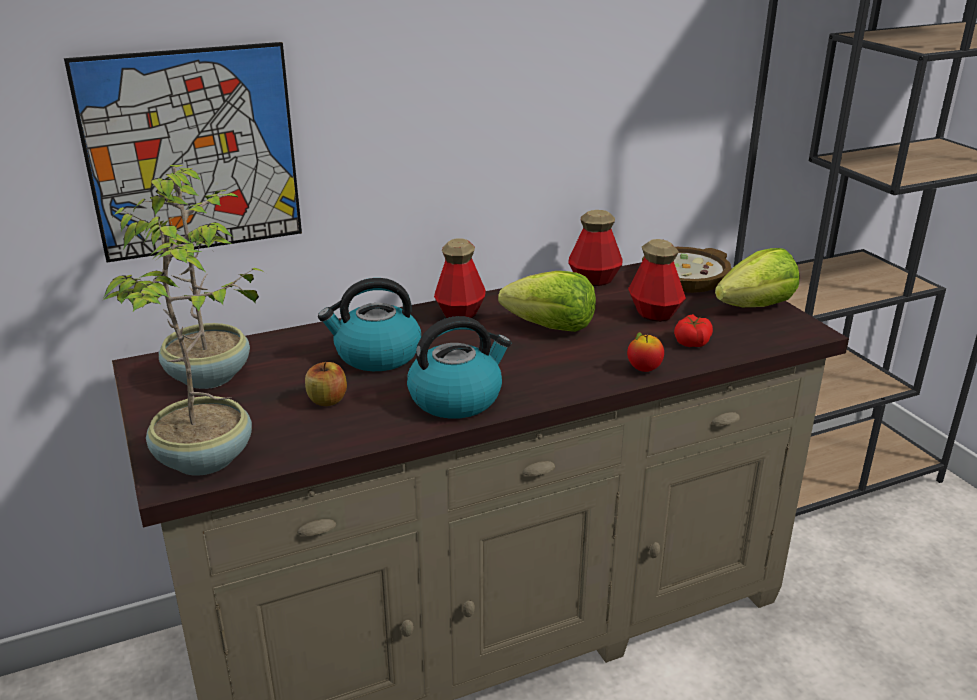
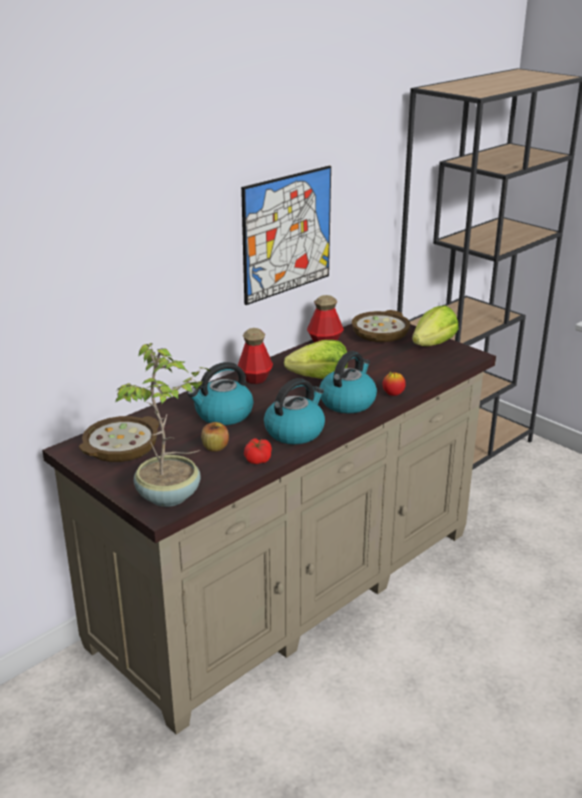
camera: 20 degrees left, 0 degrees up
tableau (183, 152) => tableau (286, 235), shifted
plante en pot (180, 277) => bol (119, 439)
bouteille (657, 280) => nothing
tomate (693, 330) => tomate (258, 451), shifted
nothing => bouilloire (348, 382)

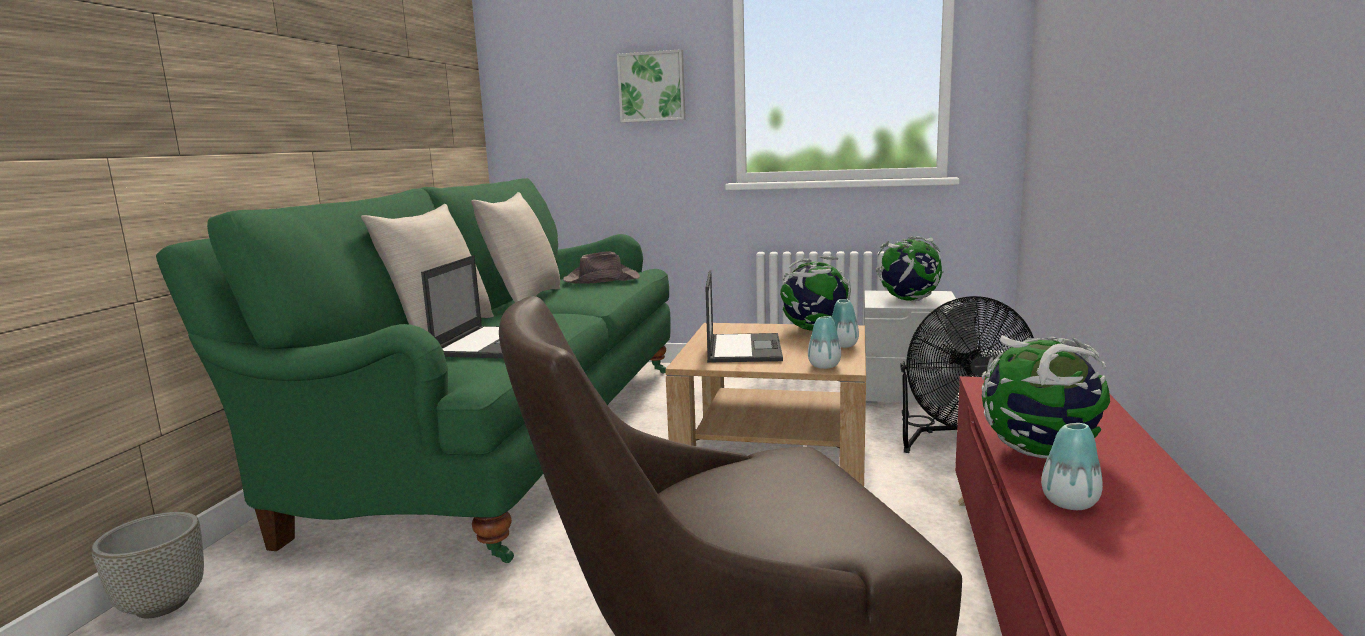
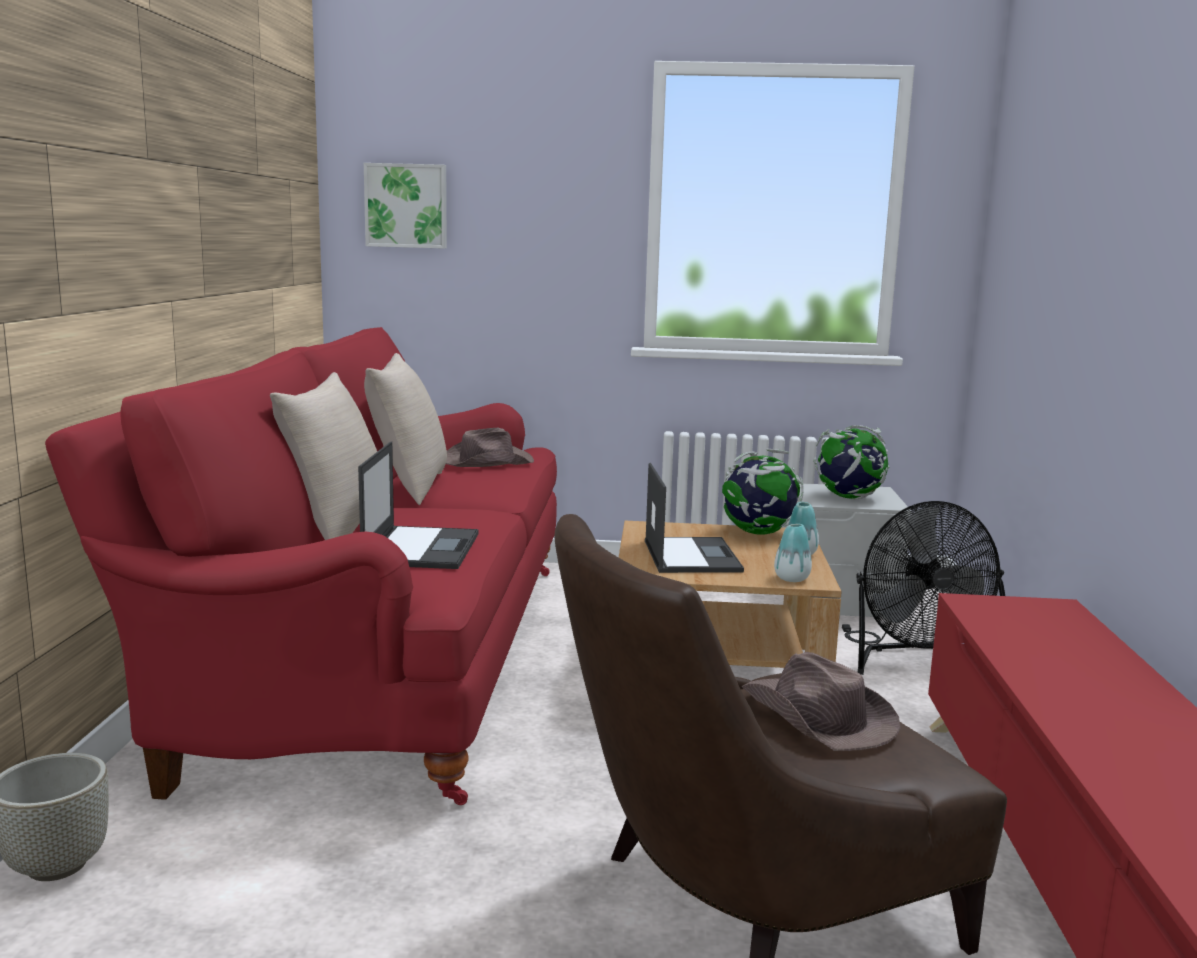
camera: 10 degrees left, 0 degrees up
tableau (651, 86) => tableau (405, 206), shifted
canapé (vert) (413, 370) => canapé (rouge) (301, 566)
globe (1046, 396) => nothing
vase (1072, 466) => nothing
nothing => chapeau (marron) (821, 701)

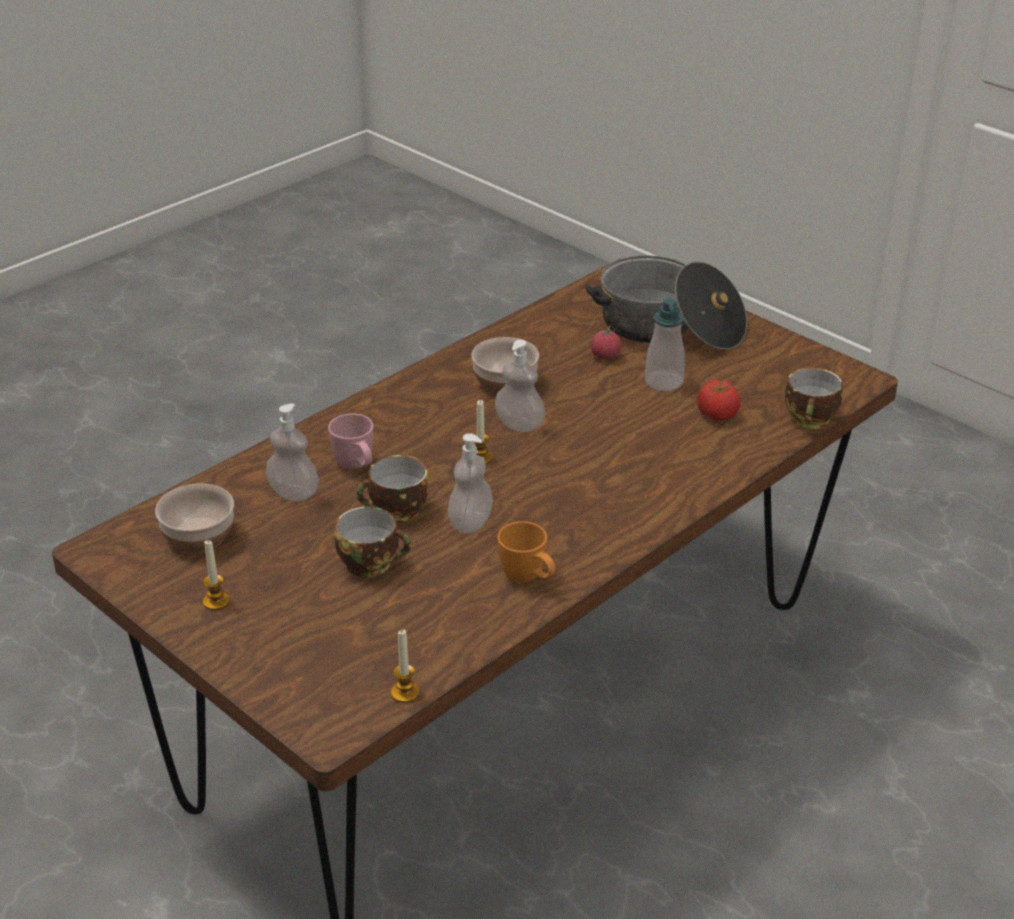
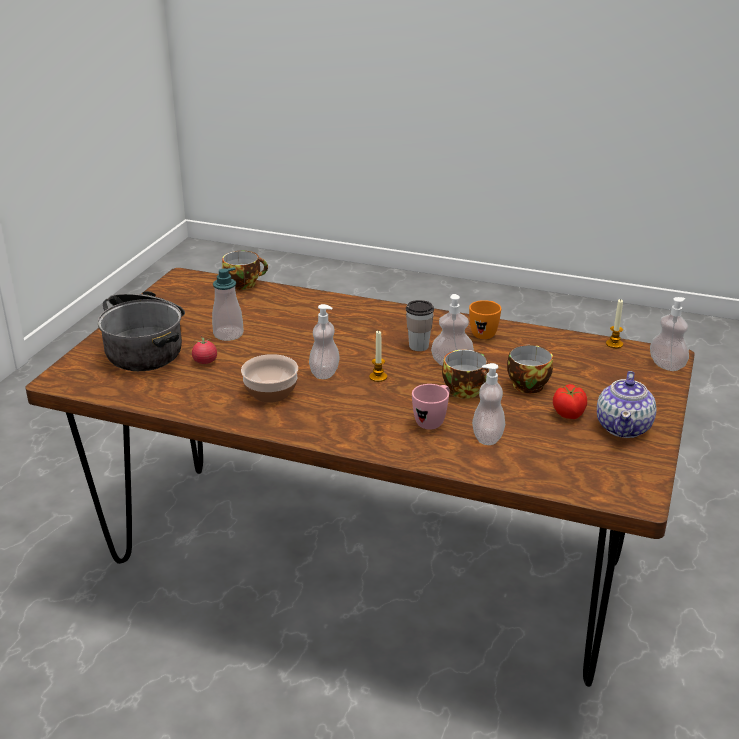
camera: 115 degrees left, 5 degrees down
tomate (719, 400) => tomate (570, 401), shifted
bol (194, 518) => nothing
bougie (216, 575) => théière (627, 404)
nothing => distributeur de savon (669, 334)
nothing => tasse (420, 325)

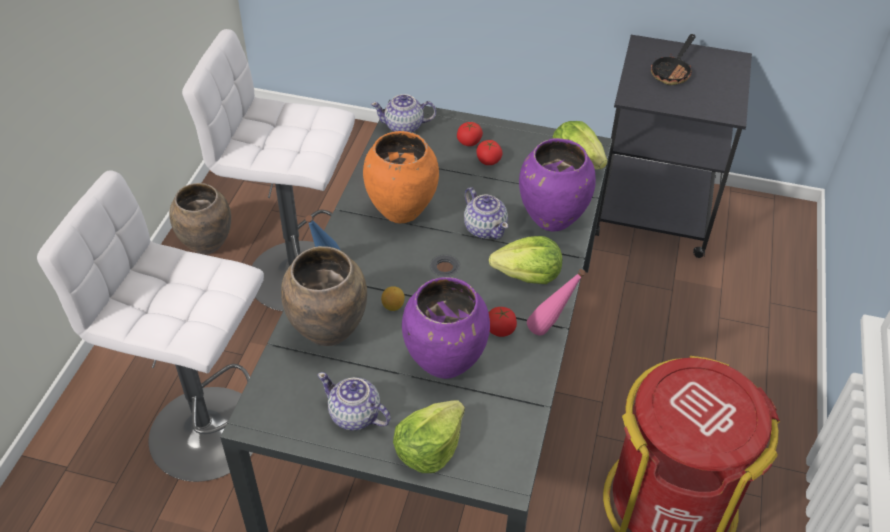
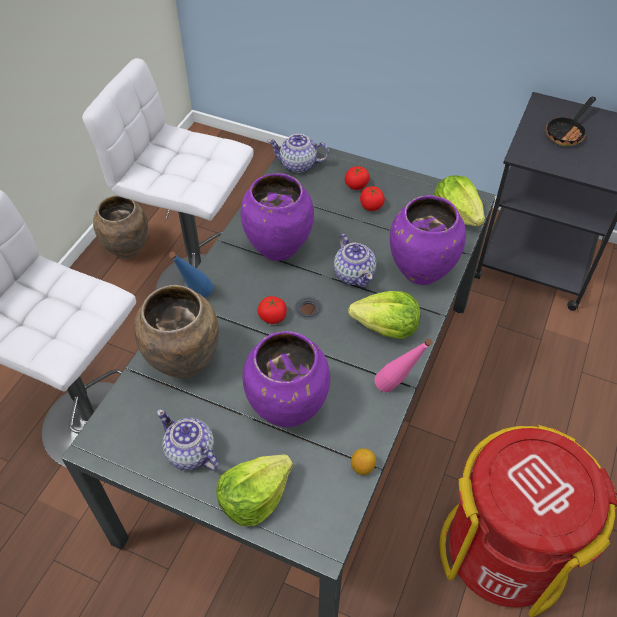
camera: 10 degrees right, 5 degrees up
vase (orange) (401, 177) => vase (violet) (277, 217)
citron (393, 298) => citron (363, 461), shifted
tomate (503, 322) => tomate (272, 310), shifted

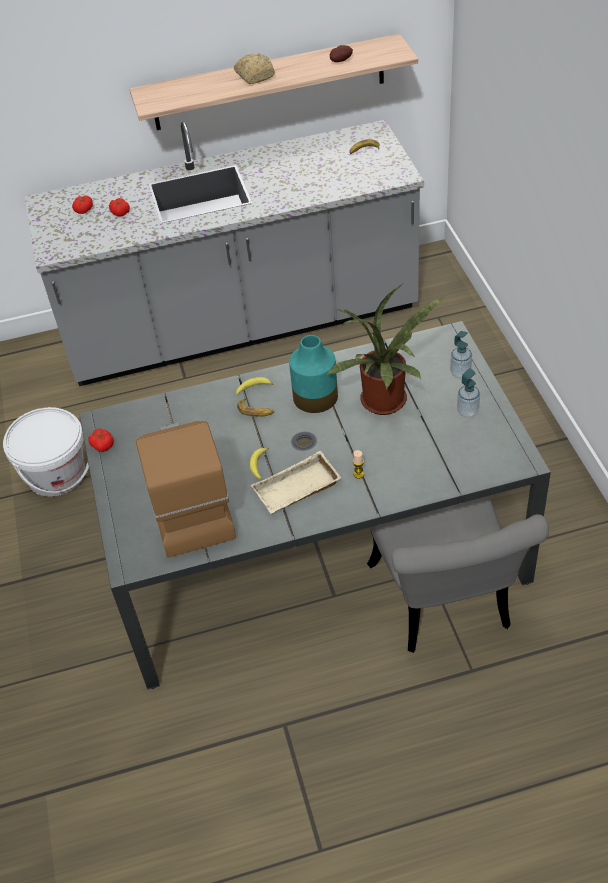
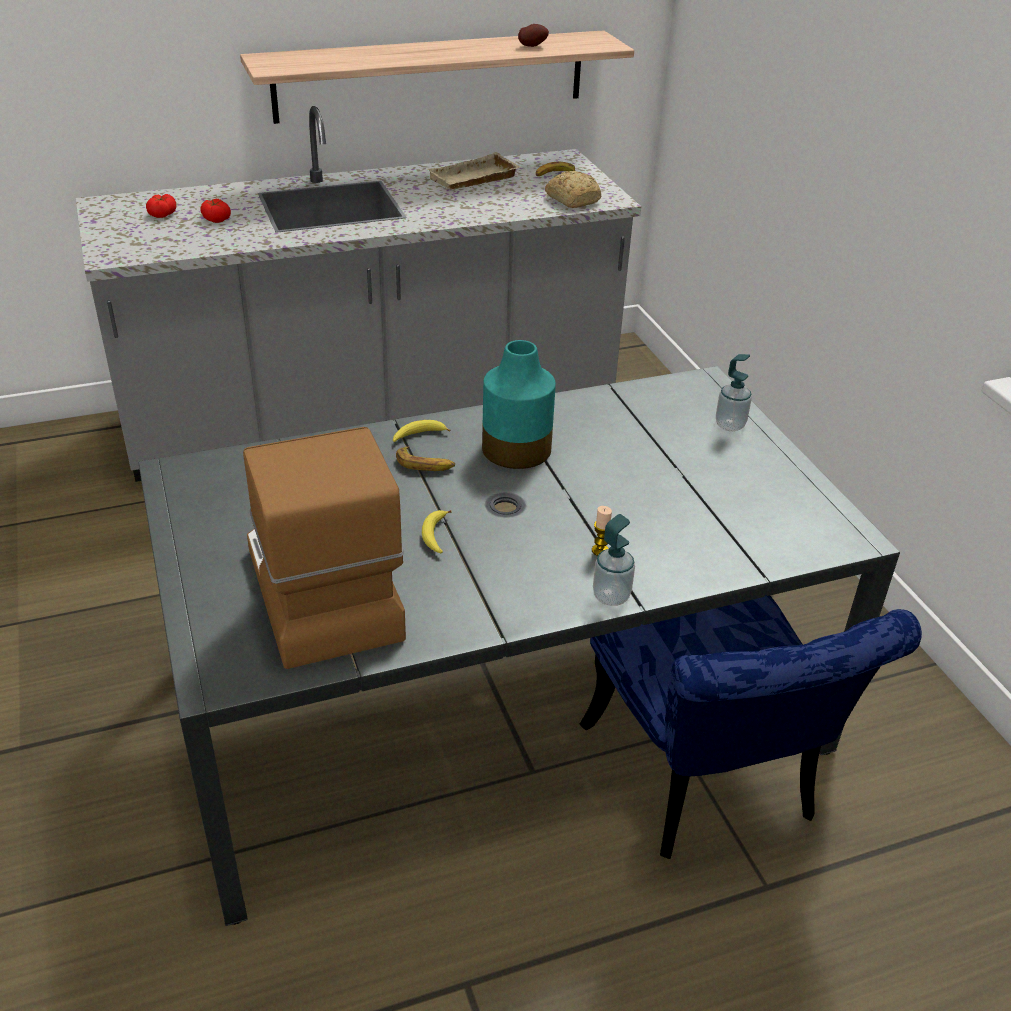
camera: 10 degrees left, 10 degrees down
pain (254, 68) => pain (573, 189), shifted
plante en pot (385, 349) => nothing
distributeur de savon (468, 392) => distributeur de savon (614, 560), shifted
seau (blanc) (46, 452) => nothing
tomate (101, 440) => nothing
plateau (beige) (296, 482) => plateau (beige) (474, 171), shifted
chaise (gris) (458, 567) => chaise (bleu) (751, 727)

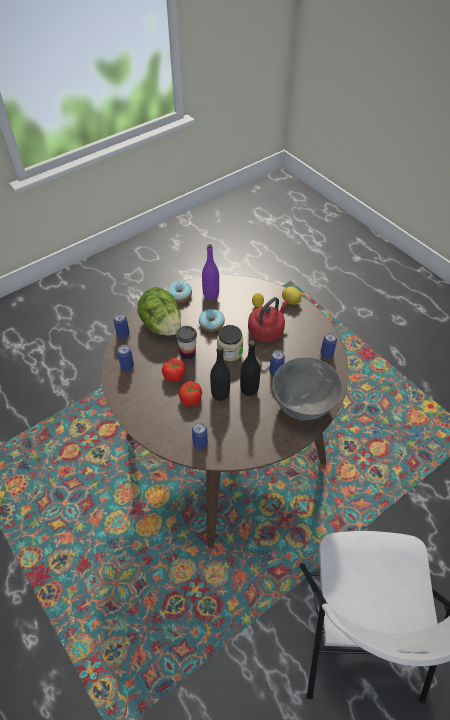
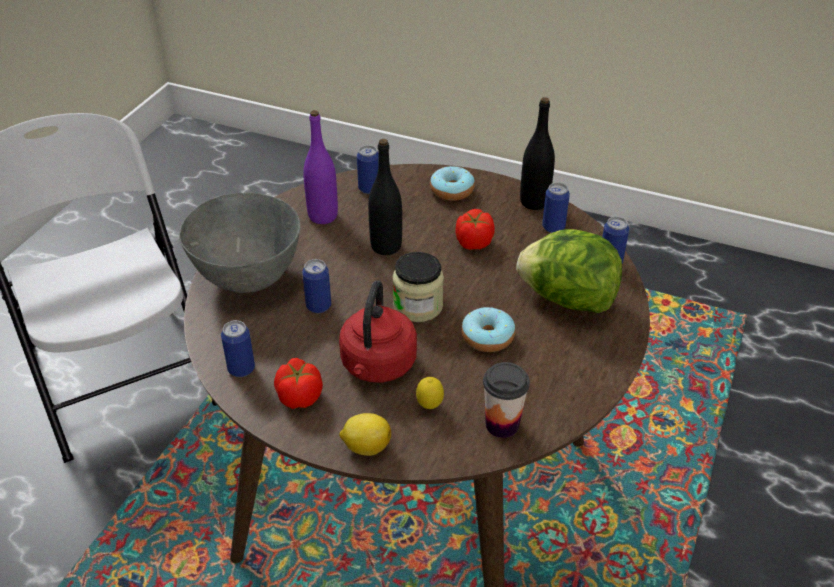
camera: 150 degrees right, 10 degrees down
bouteille (violet) (210, 272) => bouteille (violet) (320, 167), shifted
beignet (179, 291) => beignet (452, 183), shifted
tasse (186, 342) => tasse (506, 400), shifted
bouteille (noir) (250, 368) => bouteille (noir) (537, 153), shifted
tomate (190, 394) => tomate (298, 383), shifted

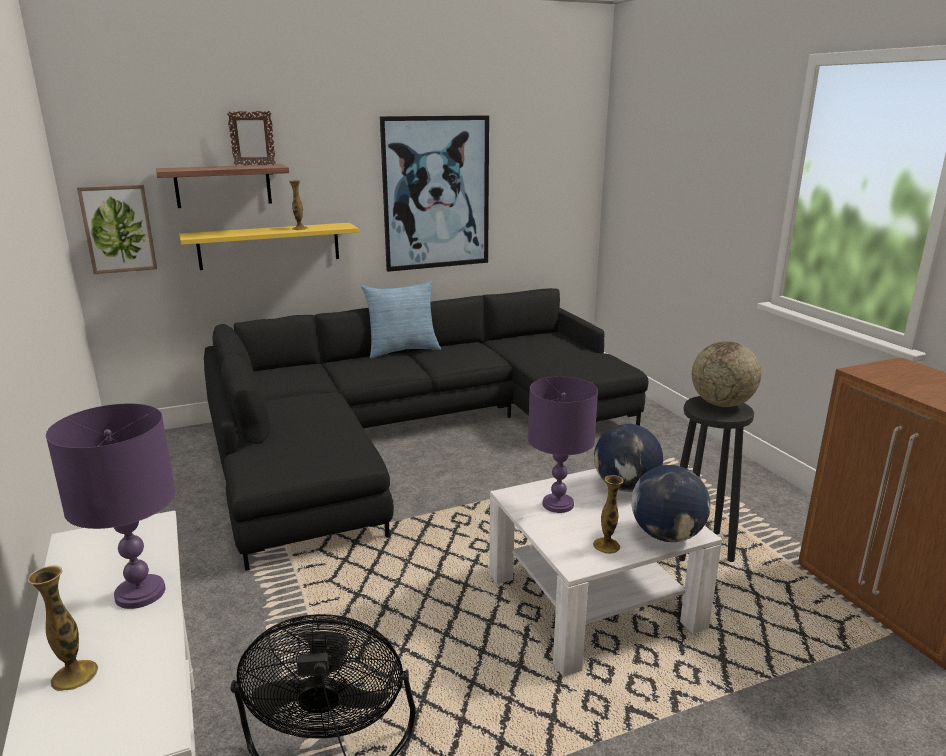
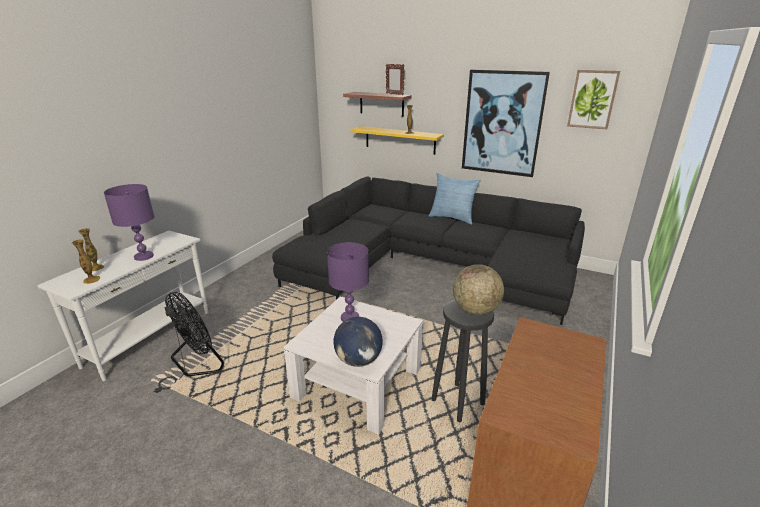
camera: 50 degrees right, 5 degrees up
tableau (117, 229) => tableau (593, 99), shifted
globe (628, 458) => nothing
vase (608, 514) => vase (86, 261), shifted

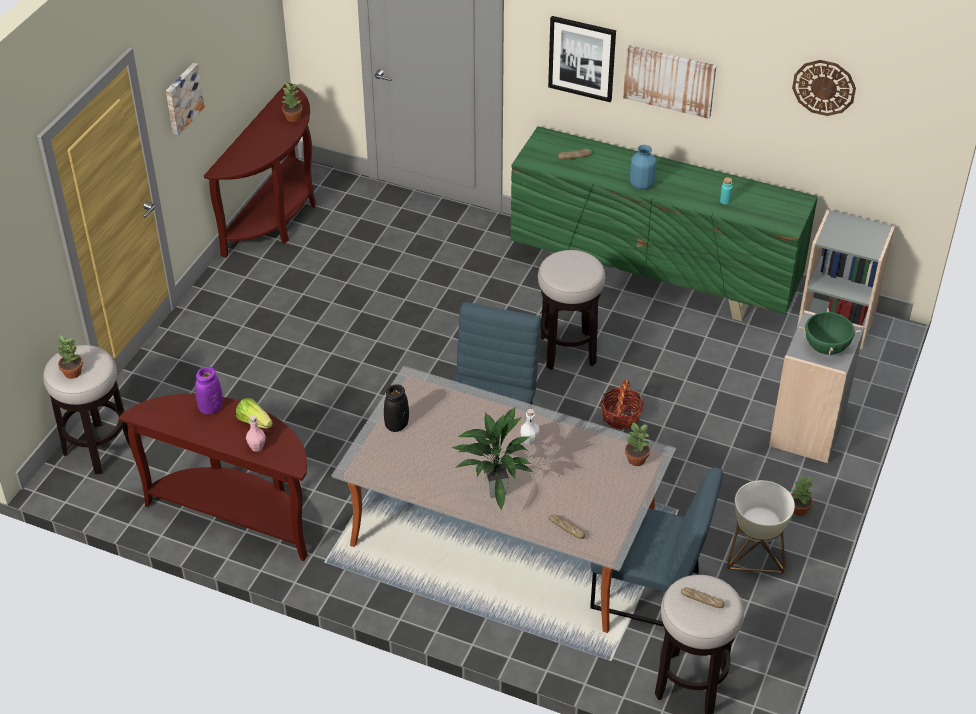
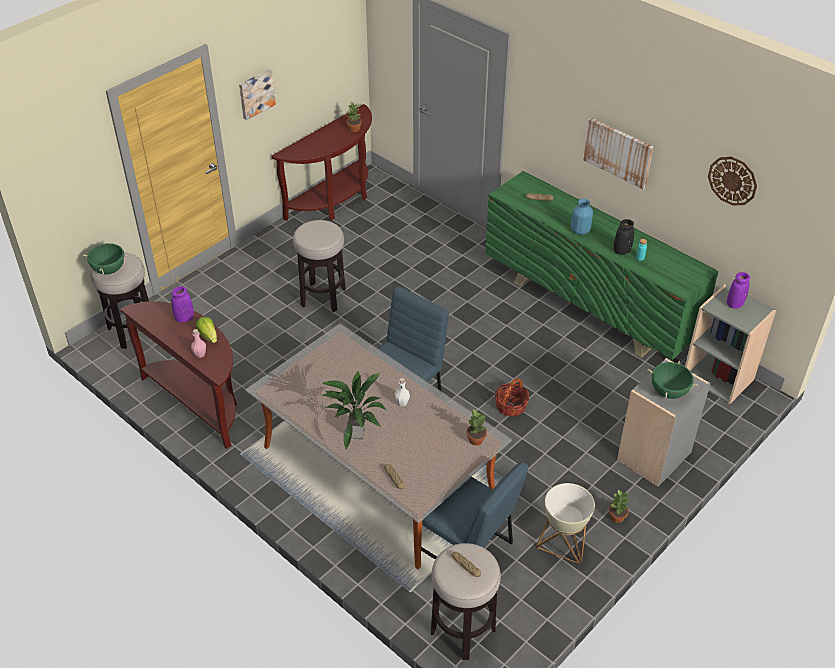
camera: 20 degrees right, 0 degrees up
tableau (582, 59) => nothing
tabouret (571, 310) => tabouret (319, 266), shifted
plante en pot (70, 357) => marmite (vert) (105, 257)
vase (noir) (396, 408) => vase (noir) (624, 237), shifted
nothing => vase (violet) (738, 290)

